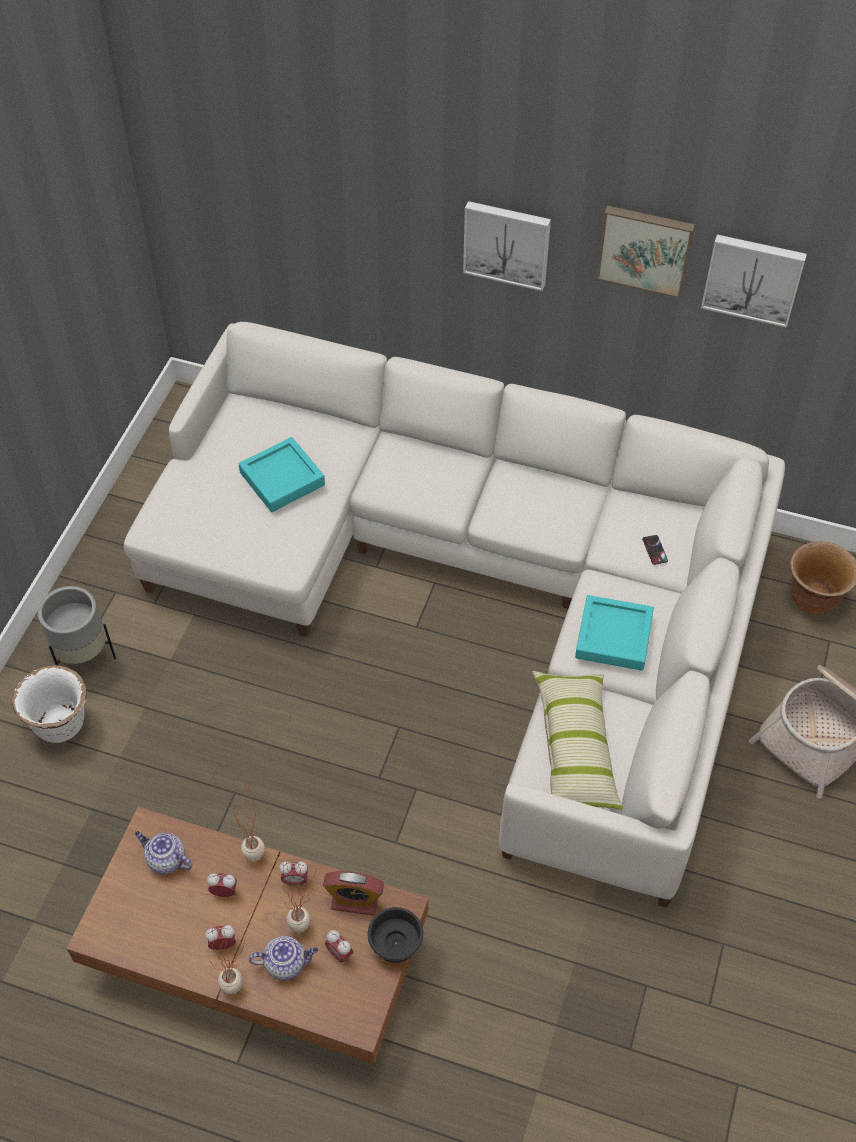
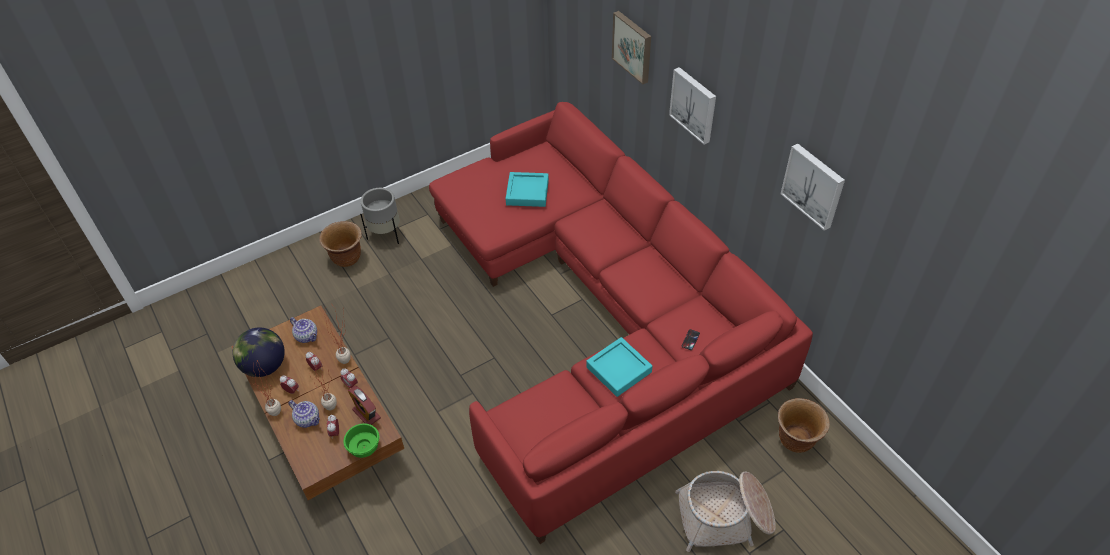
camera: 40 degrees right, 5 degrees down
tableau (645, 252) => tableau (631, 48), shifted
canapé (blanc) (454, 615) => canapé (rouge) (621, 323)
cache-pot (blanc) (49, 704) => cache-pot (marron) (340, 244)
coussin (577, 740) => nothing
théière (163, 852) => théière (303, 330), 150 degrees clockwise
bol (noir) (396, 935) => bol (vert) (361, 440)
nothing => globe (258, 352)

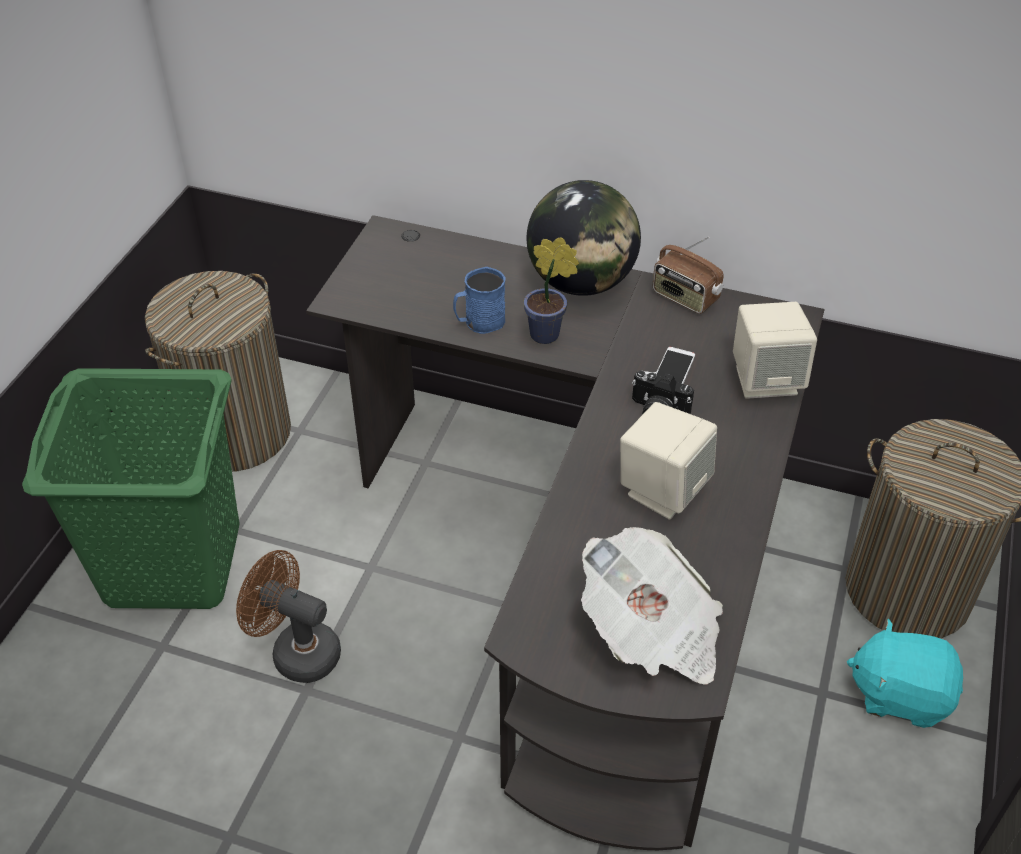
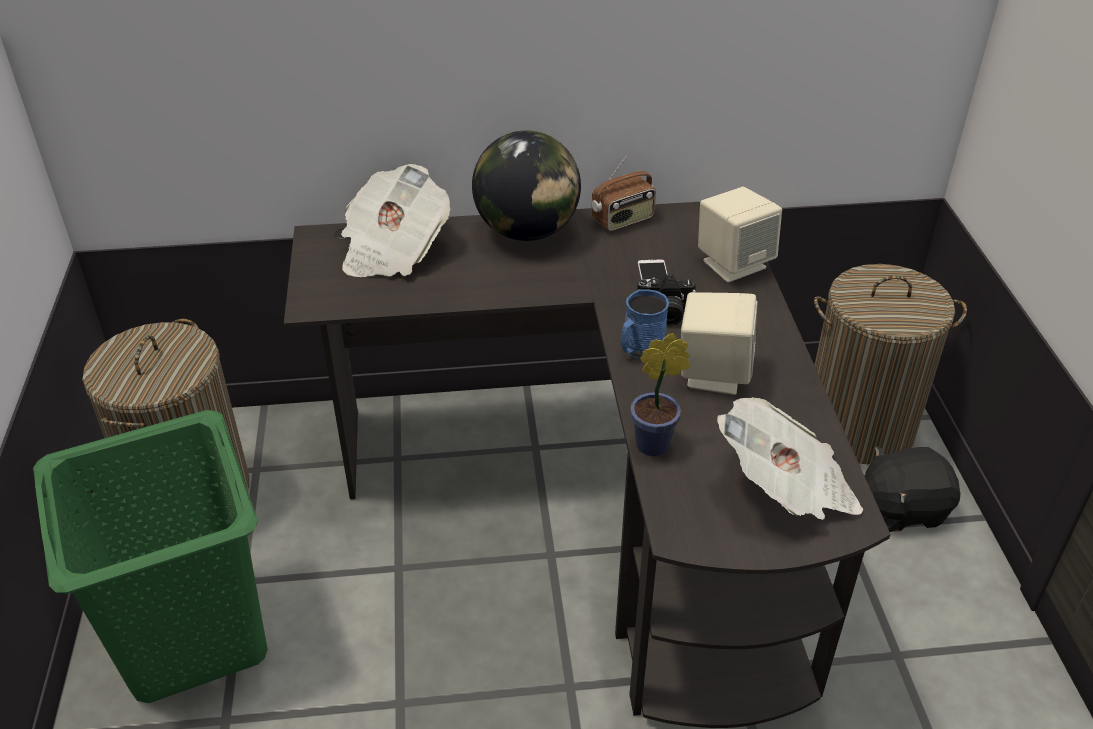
camera: 25 degrees left, 5 degrees down
plante en pot (551, 290) => plante en pot (660, 394), shifted
radio (688, 275) => radio (623, 191), 45 degrees counterclockwise
mug (bleu) (479, 300) => mug (bleu) (645, 324), shifted
ventilateur (marron) (288, 616) => nothing
peluche (turquoise) (905, 673) => peluche (noir) (912, 489)
nothing => journal (395, 220)

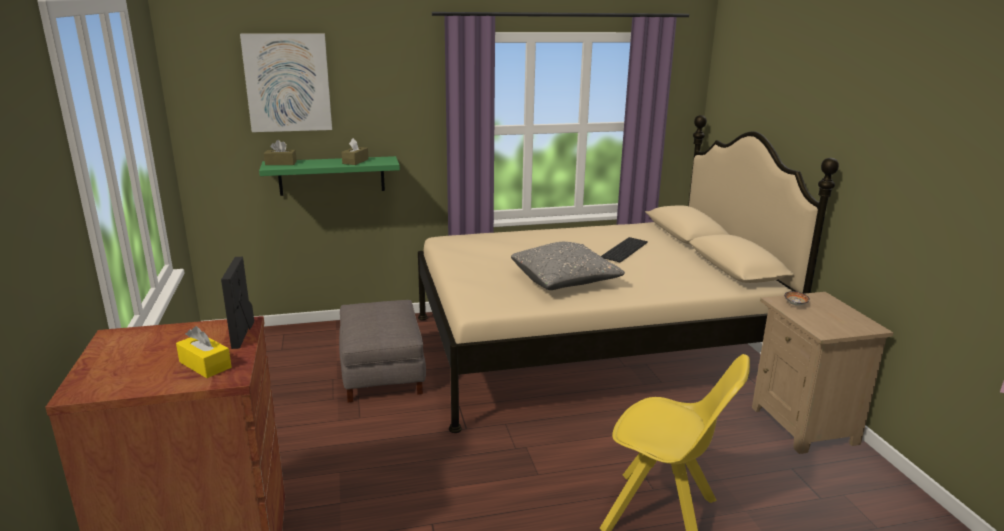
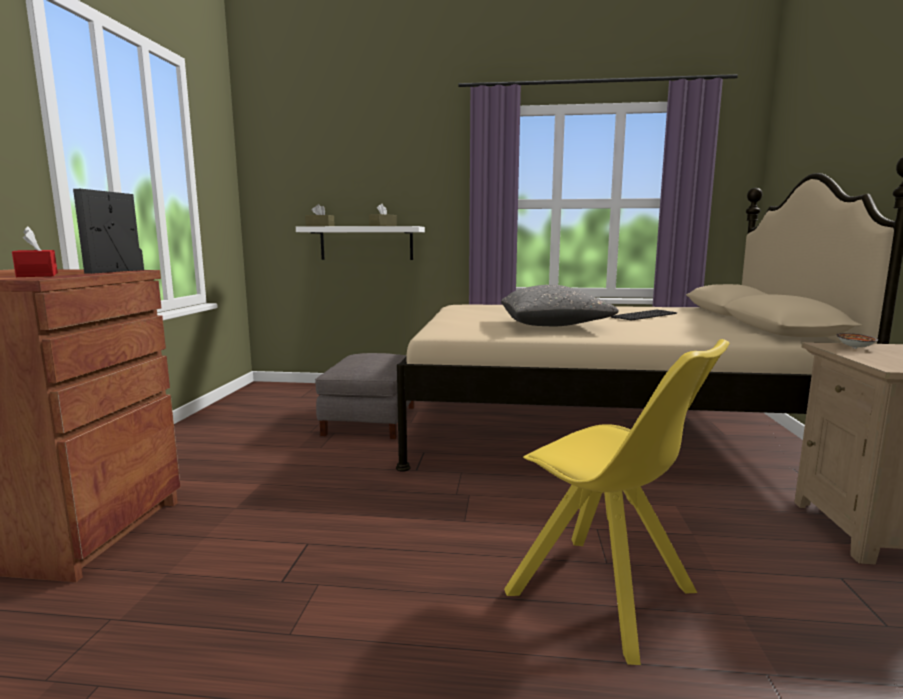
camera: 20 degrees right, 10 degrees down
tableau (286, 82) => nothing
étagère (vert) (329, 176) => étagère (blanc) (360, 243)
boîte à mouchoirs (jaune) (204, 352) => boîte à mouchoirs (rouge) (35, 252)

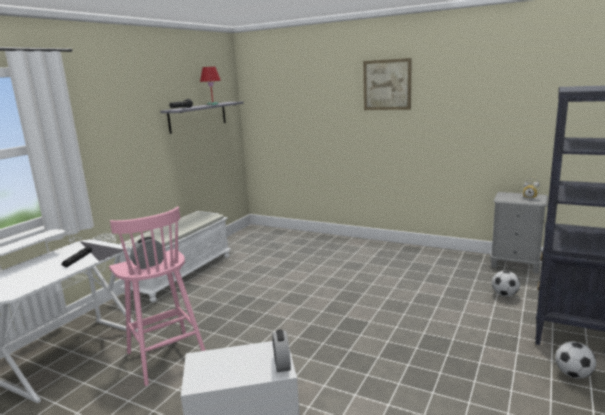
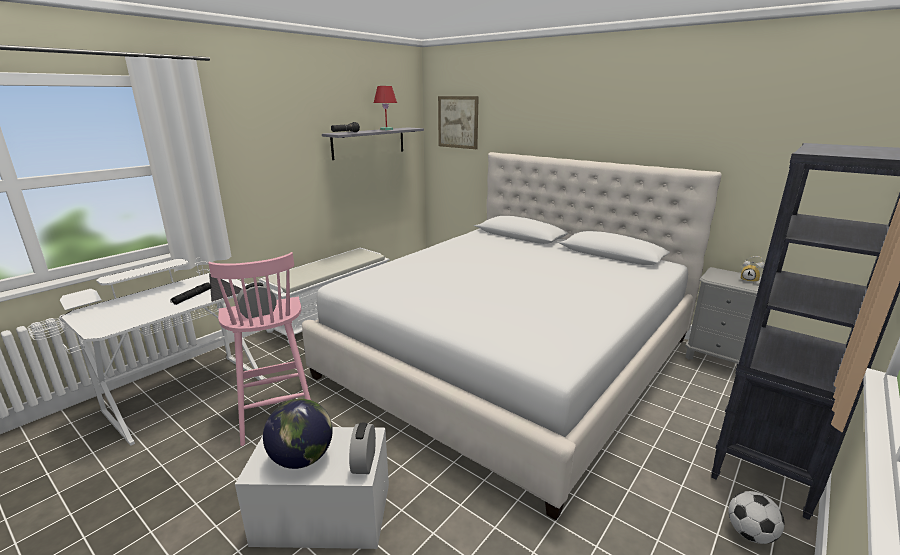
camera: 10 degrees right, 5 degrees up
tableau (387, 84) => tableau (458, 122), shifted
ballon de foot (506, 283) => nothing
nothing => lit (blanc) (512, 336)
nothing => globe (298, 434)

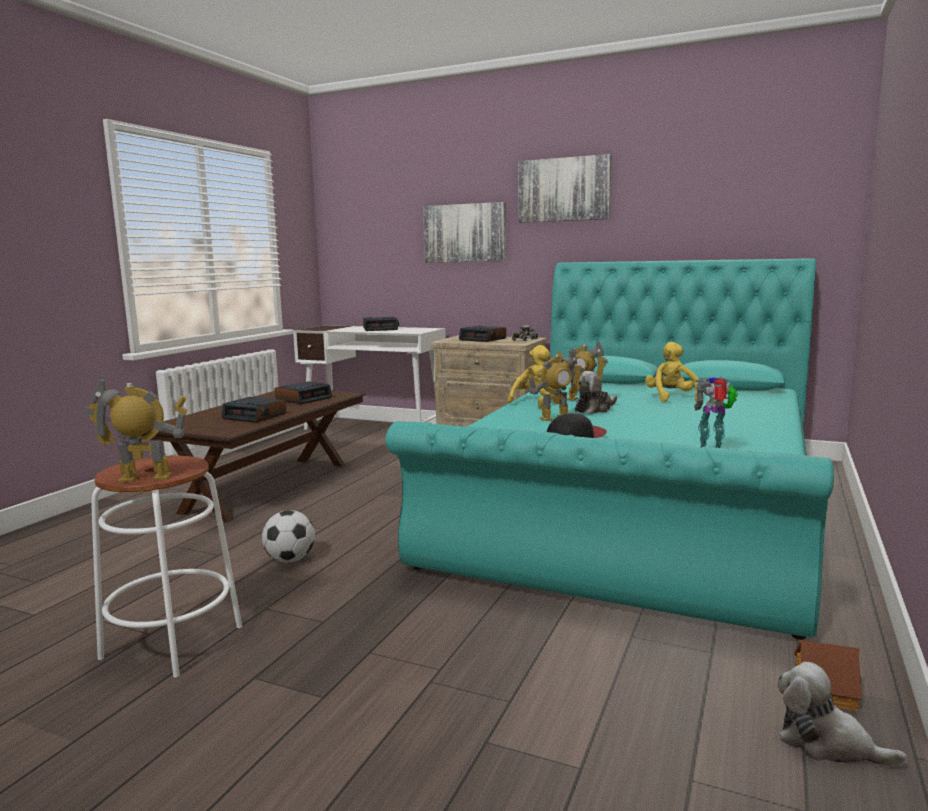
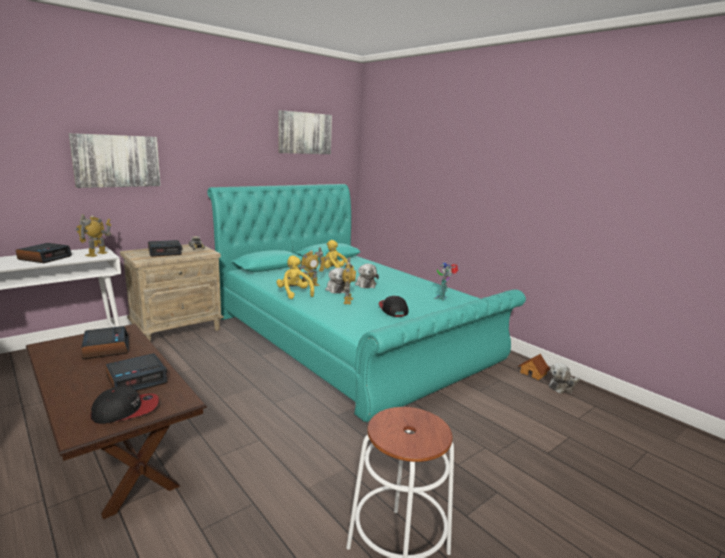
camera: 65 degrees left, 5 degrees up
tableau (565, 188) => tableau (305, 132), shifted
robot jouet (136, 430) => robot jouet (93, 235), shifted
ballon de foot (288, 536) => nothing
nothing => peluche (367, 276)
nothing => casquette (124, 405)

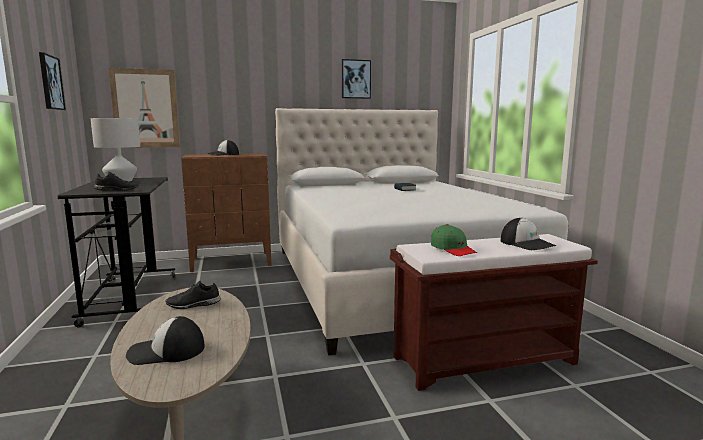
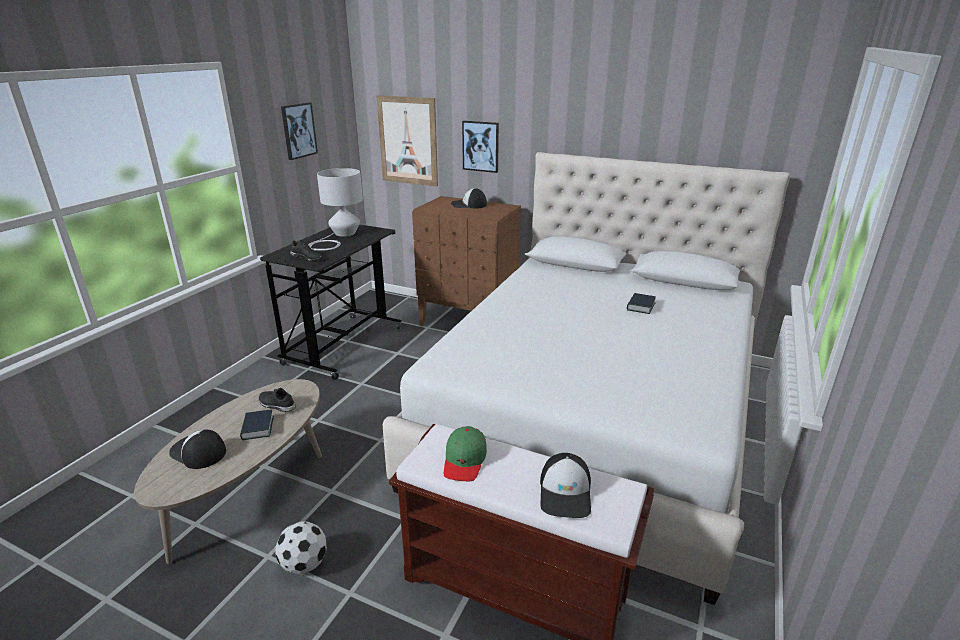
camera: 40 degrees right, 15 degrees up
tableau (356, 79) => tableau (480, 147), shifted
nothing => livre (257, 425)
nothing => ballon de foot (301, 547)

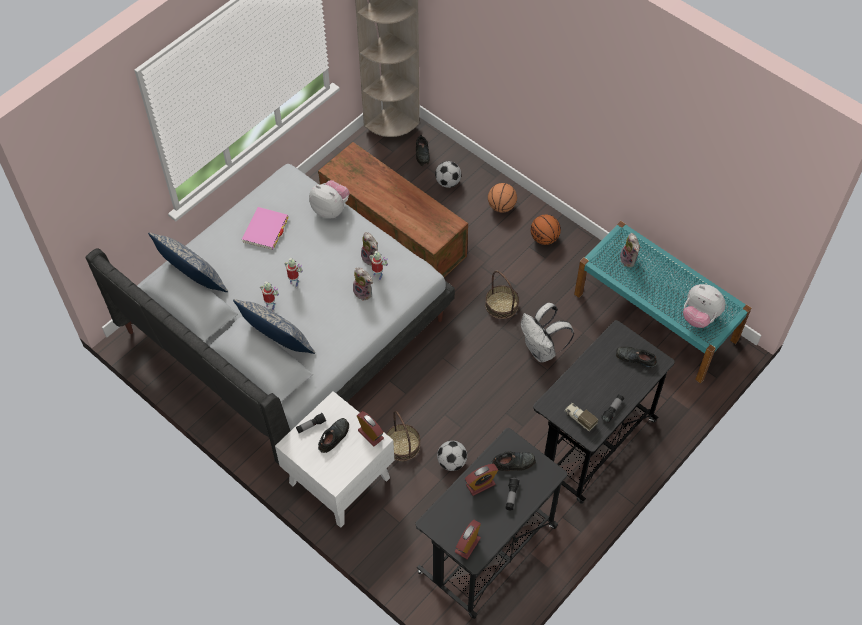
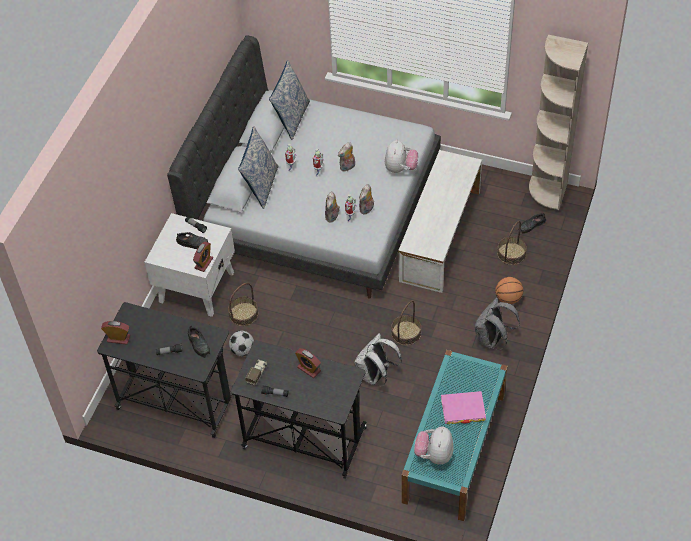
camera: 70 degrees right, 5 degrees down
banc (marron) (393, 210) => banc (blanc) (440, 221)
ballon de foot (448, 174) => panier (512, 243)
livre (rose) (265, 228) => livre (rose) (463, 407), shifted
ballon de basket (546, 230) => sac à dos (gris) (497, 323)
peluche (630, 250) => peluche (346, 157), shifted
chaussure (noir) (636, 357) => nothing
réveil (481, 480) => réveil (308, 363), shifted

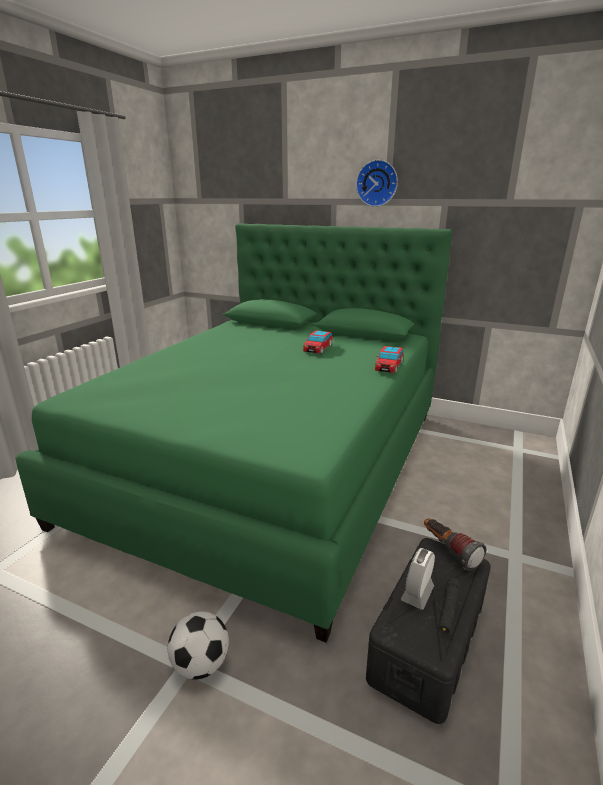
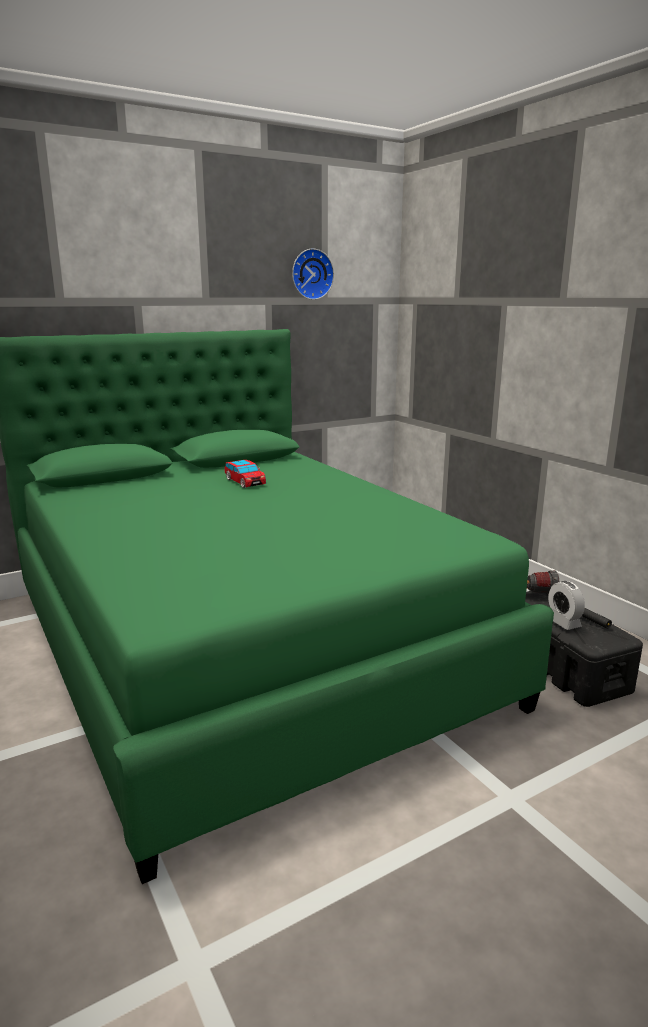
camera: 55 degrees left, 5 degrees down
horloge murale (377, 183) => horloge murale (313, 274), shifted
petite voiture (389, 359) => nothing
ballon de foot (198, 645) => nothing

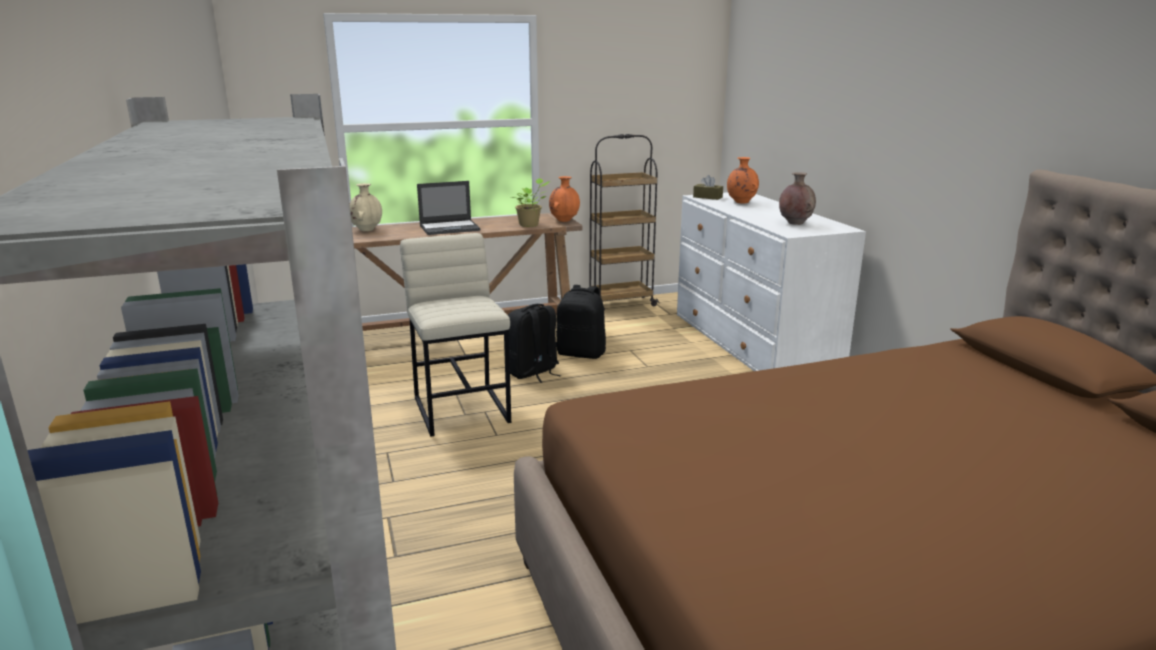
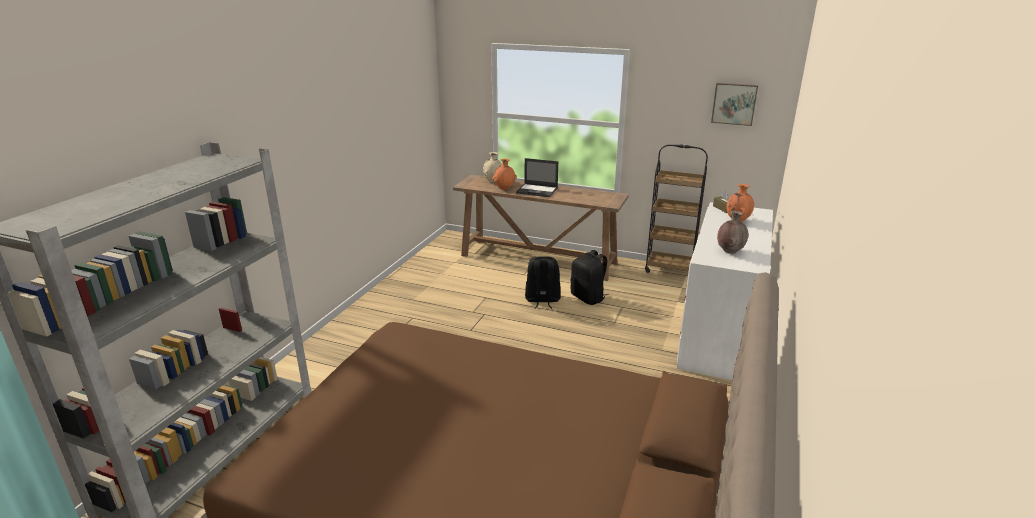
camera: 40 degrees right, 5 degrees up
vase (orange) (564, 199) => vase (orange) (504, 174), shifted
plante en pot (530, 202) => nothing
chaise (beige) (455, 335) => nothing
nothing => tableau (734, 104)

